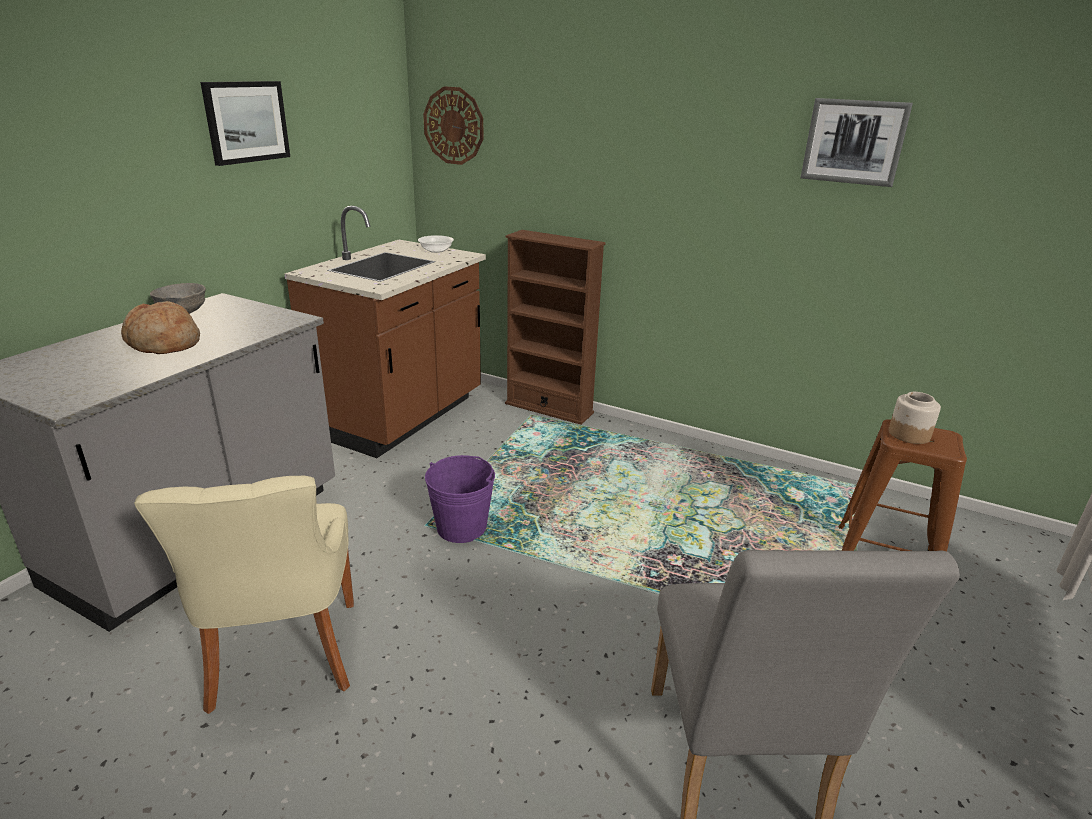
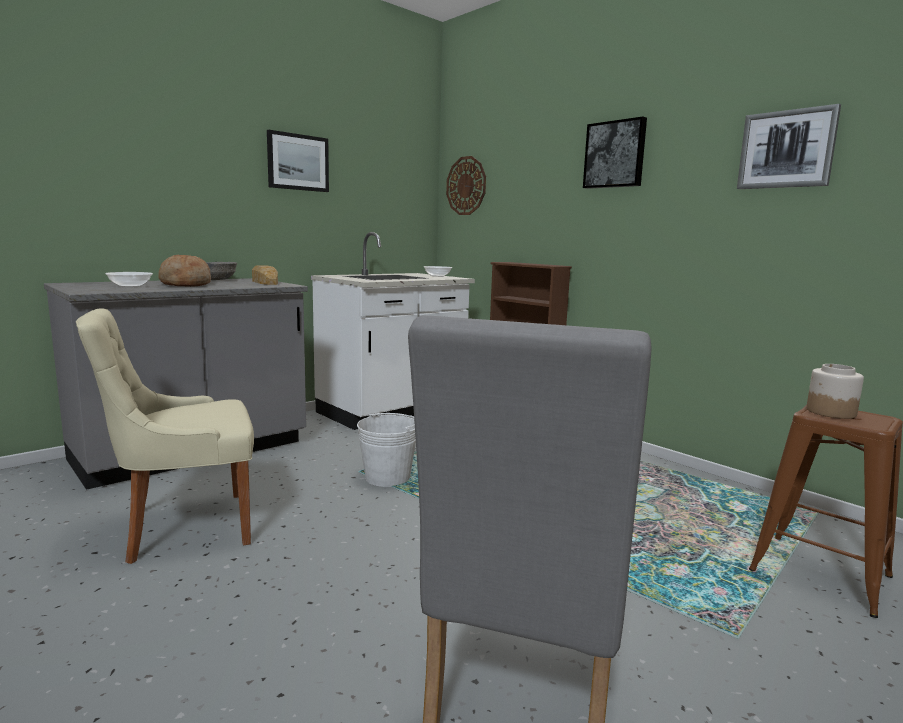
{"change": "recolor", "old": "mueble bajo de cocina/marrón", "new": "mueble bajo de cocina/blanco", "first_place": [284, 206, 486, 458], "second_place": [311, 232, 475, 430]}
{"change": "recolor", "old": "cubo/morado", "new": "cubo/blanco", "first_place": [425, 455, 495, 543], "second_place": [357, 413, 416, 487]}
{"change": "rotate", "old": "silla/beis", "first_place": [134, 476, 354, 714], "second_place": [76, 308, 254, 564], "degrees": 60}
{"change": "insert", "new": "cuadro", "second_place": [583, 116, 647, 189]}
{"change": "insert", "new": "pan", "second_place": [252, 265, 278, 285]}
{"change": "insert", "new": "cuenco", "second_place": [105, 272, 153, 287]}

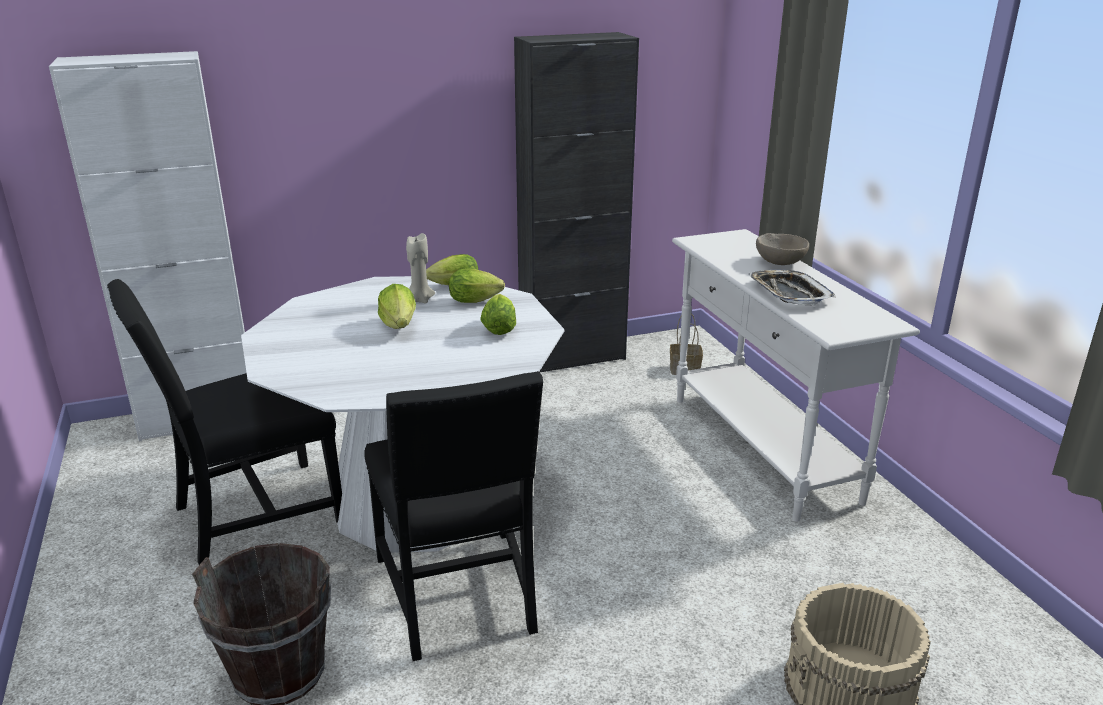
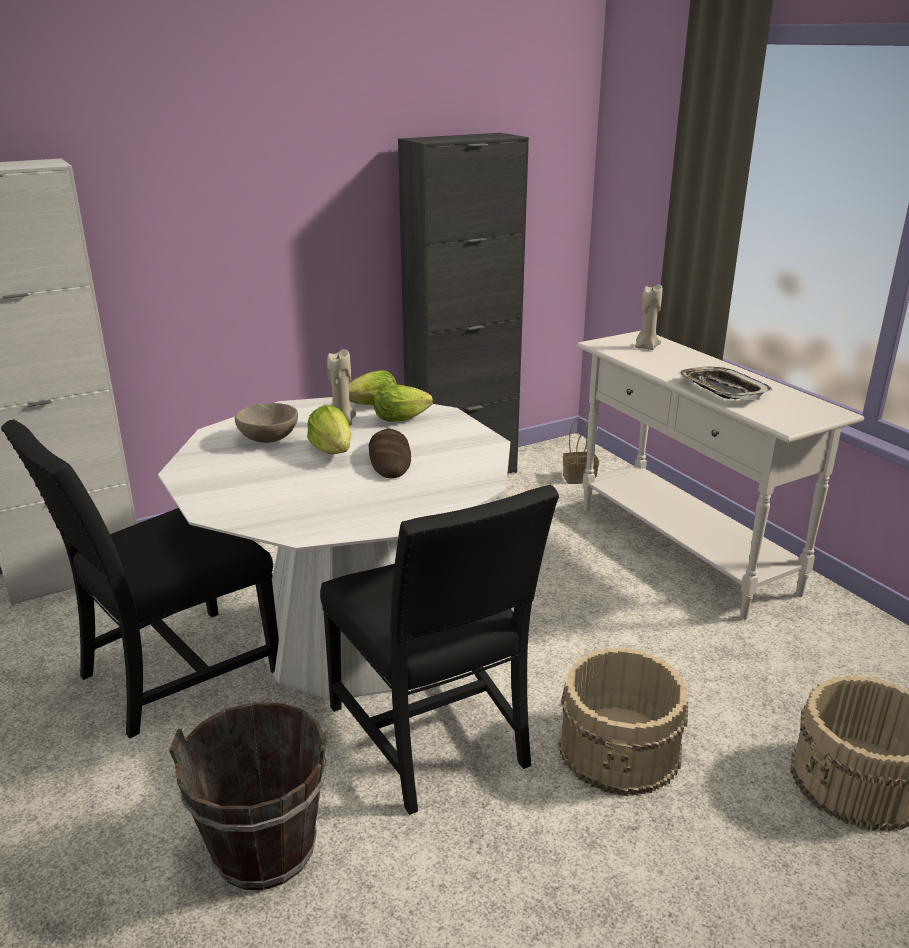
{"change": "move", "old": "cuenco/beis", "first_place": [756, 233, 809, 265], "second_place": [235, 403, 298, 443]}
{"change": "delete", "old": "lechuga", "first_place": [480, 294, 516, 335]}
{"change": "insert", "new": "vela/beis", "second_place": [635, 284, 663, 350]}
{"change": "insert", "new": "pan", "second_place": [369, 429, 411, 478]}
{"change": "insert", "new": "cubo/beis", "second_place": [558, 647, 688, 796]}

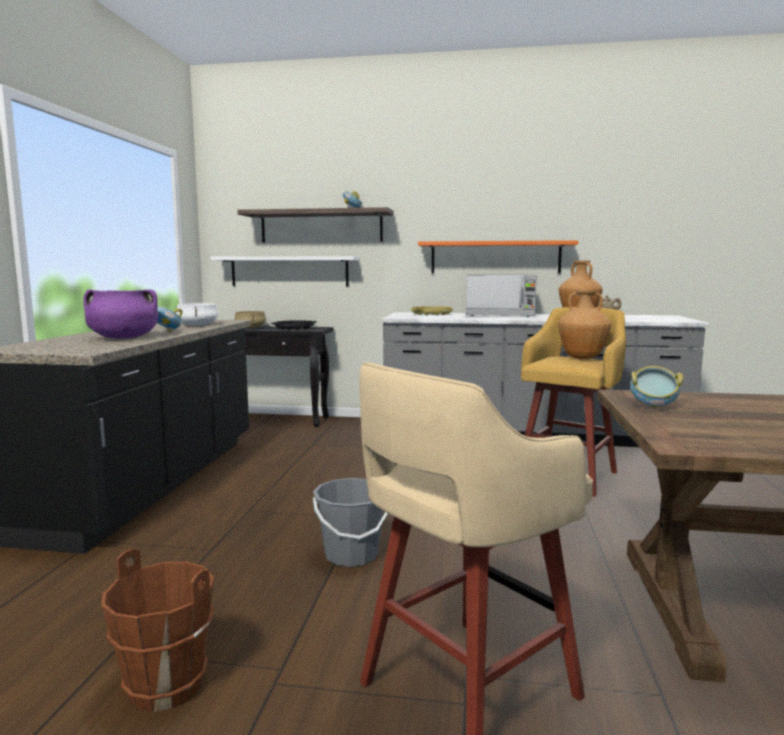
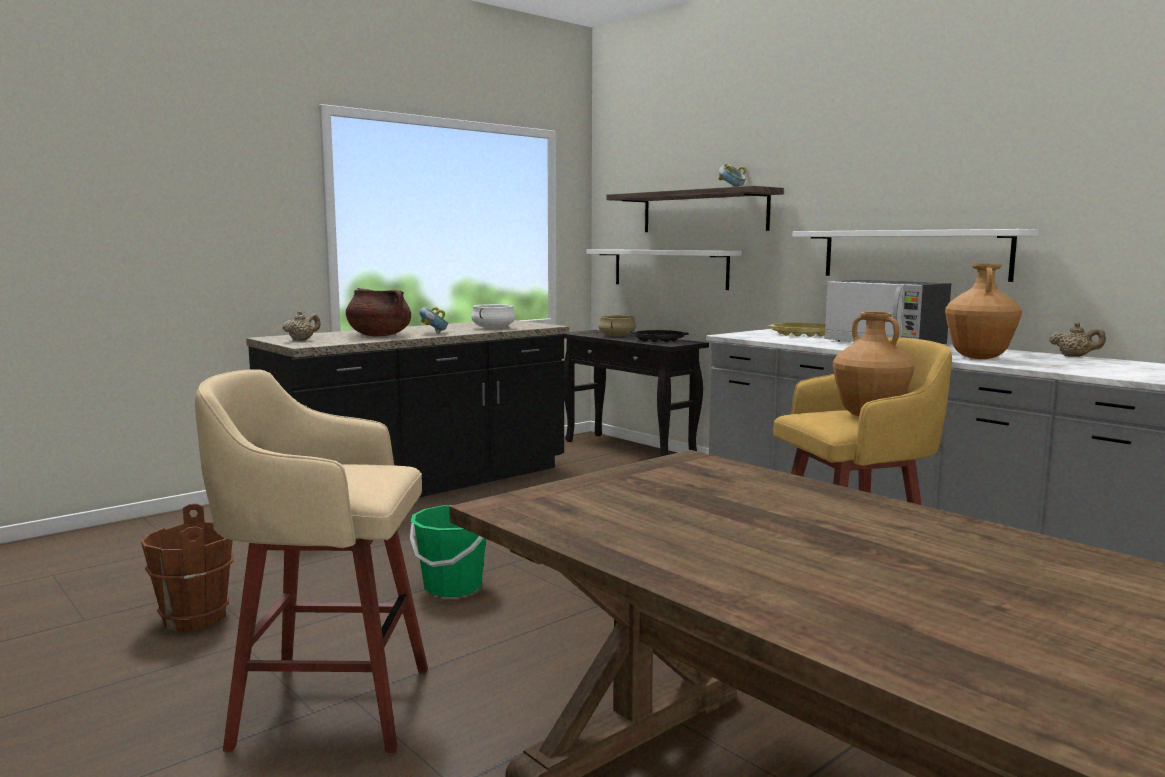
{"change": "recolor", "old": "estante/naranja", "new": "estante/blanco", "first_place": [418, 240, 578, 273], "second_place": [792, 229, 1038, 282]}
{"change": "recolor", "old": "olla/morado", "new": "olla/marrón", "first_place": [83, 289, 158, 339], "second_place": [346, 288, 411, 337]}
{"change": "delete", "old": "cuenco", "first_place": [630, 366, 683, 409]}
{"change": "recolor", "old": "cubo/gris", "new": "cubo/verde", "first_place": [313, 478, 388, 567], "second_place": [410, 505, 486, 597]}
{"change": "insert", "new": "tetera/beis", "second_place": [283, 311, 321, 341]}

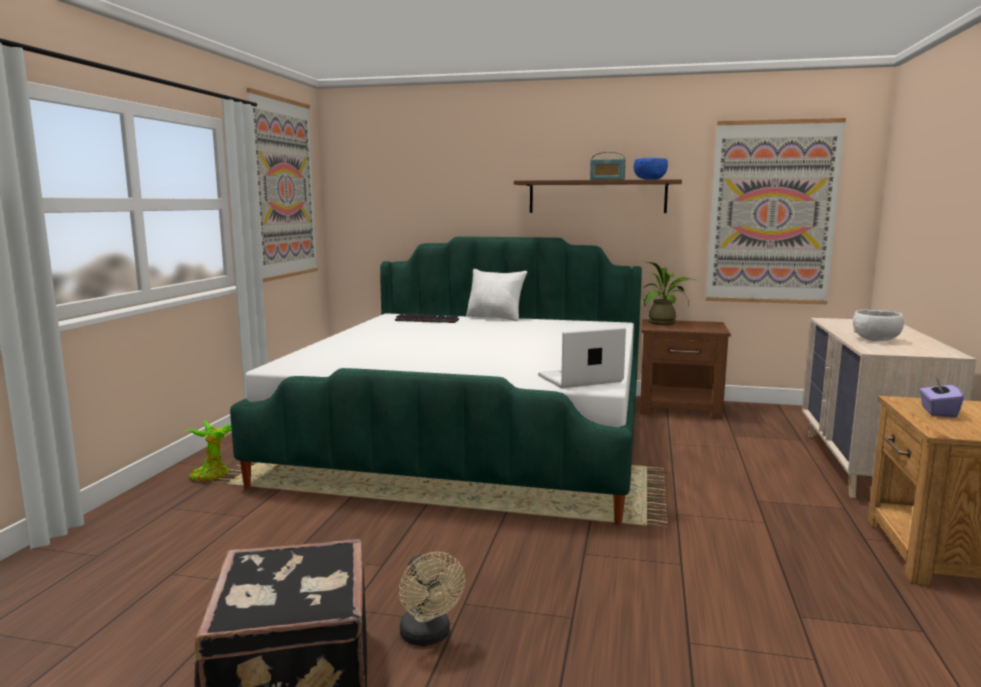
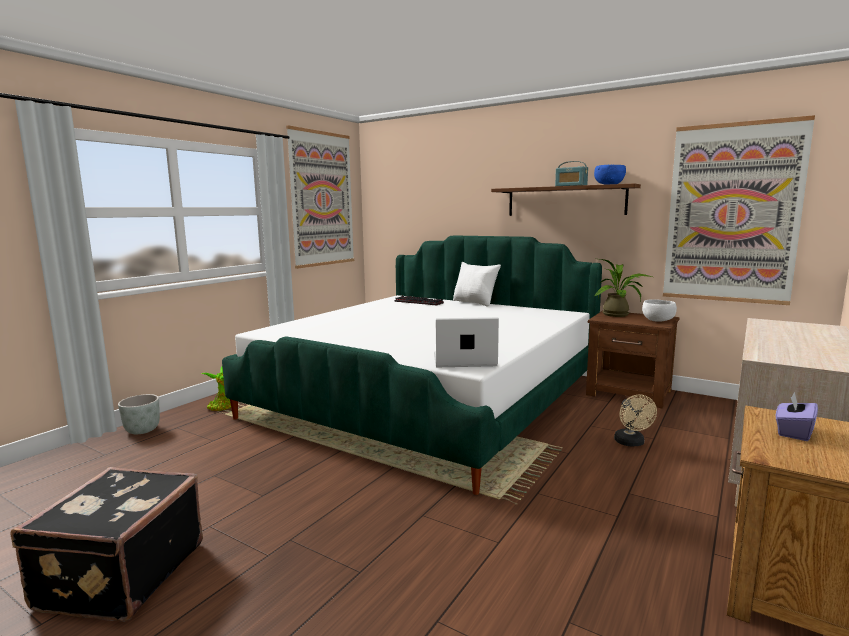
{"change": "move", "old": "cuenco/blanco", "first_place": [853, 310, 904, 341], "second_place": [642, 299, 677, 322]}
{"change": "move", "old": "ventilador/beis", "first_place": [399, 552, 465, 646], "second_place": [614, 394, 657, 446]}
{"change": "insert", "new": "maceta/gris", "second_place": [118, 394, 160, 434]}

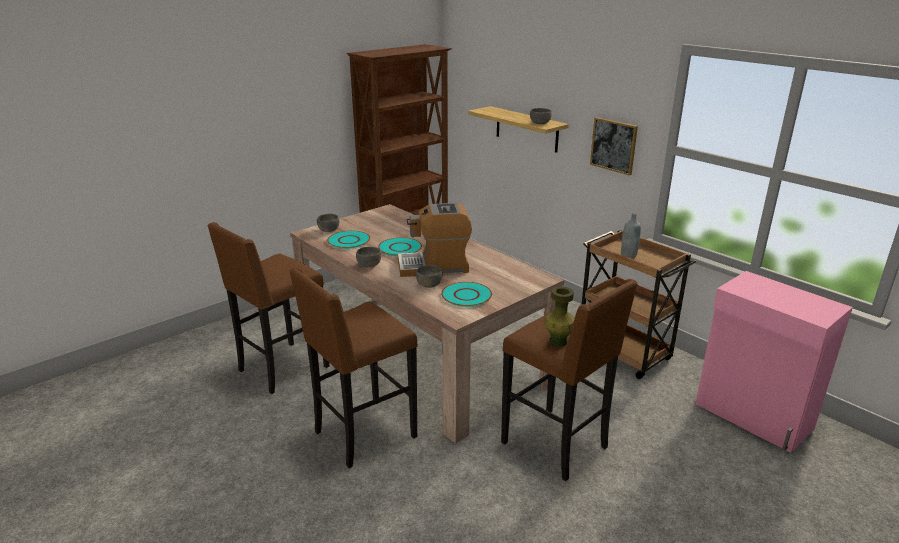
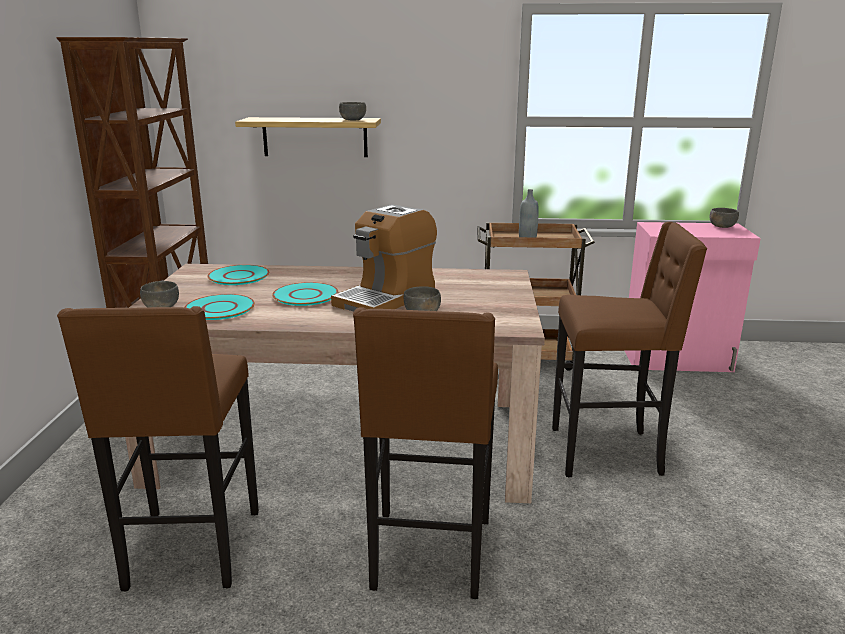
{"change": "delete", "old": "cuadro", "first_place": [590, 117, 638, 175]}
{"change": "move", "old": "cuenco/gris", "first_place": [356, 247, 381, 268], "second_place": [710, 208, 739, 228]}
{"change": "move", "old": "plato/turquesa", "first_place": [441, 282, 492, 307], "second_place": [207, 265, 269, 285]}
{"change": "delete", "old": "florero/verde", "first_place": [544, 286, 575, 347]}

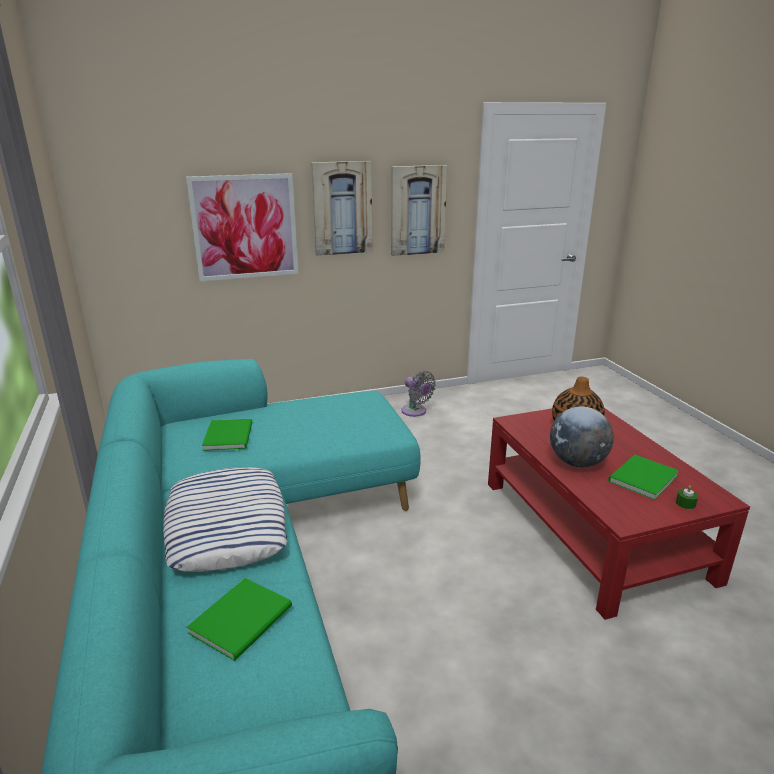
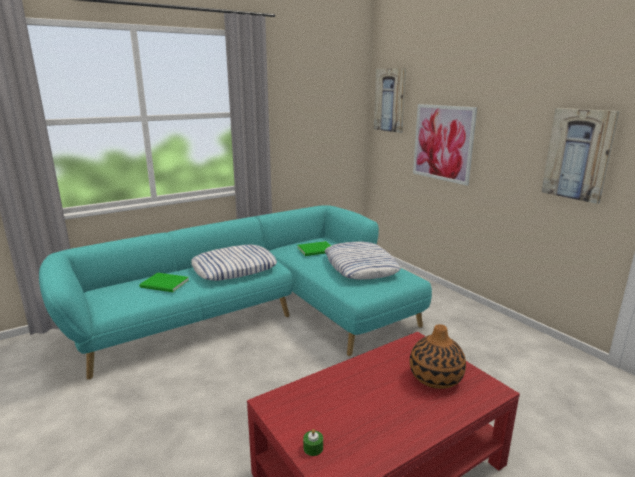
{"change": "move", "old": "cuadro", "first_place": [311, 161, 372, 256], "second_place": [374, 68, 406, 133]}
{"change": "delete", "old": "ventilador/gris", "first_place": [401, 371, 436, 417]}
{"change": "delete", "old": "globo terráqueo", "first_place": [550, 406, 614, 467]}
{"change": "delete", "old": "libro/verde", "first_place": [608, 455, 679, 500]}
{"change": "insert", "new": "cojín", "second_place": [325, 241, 401, 280]}

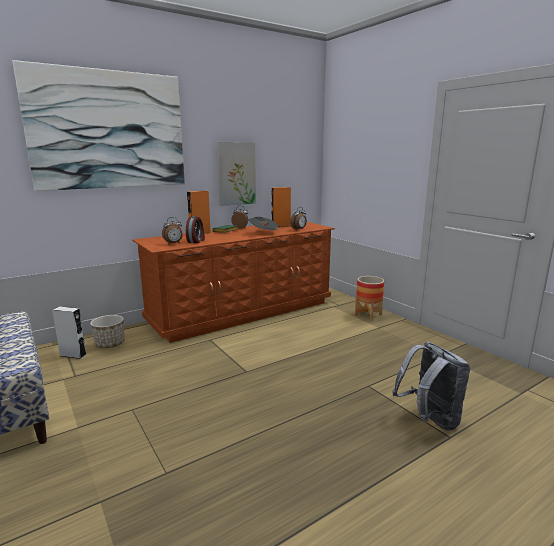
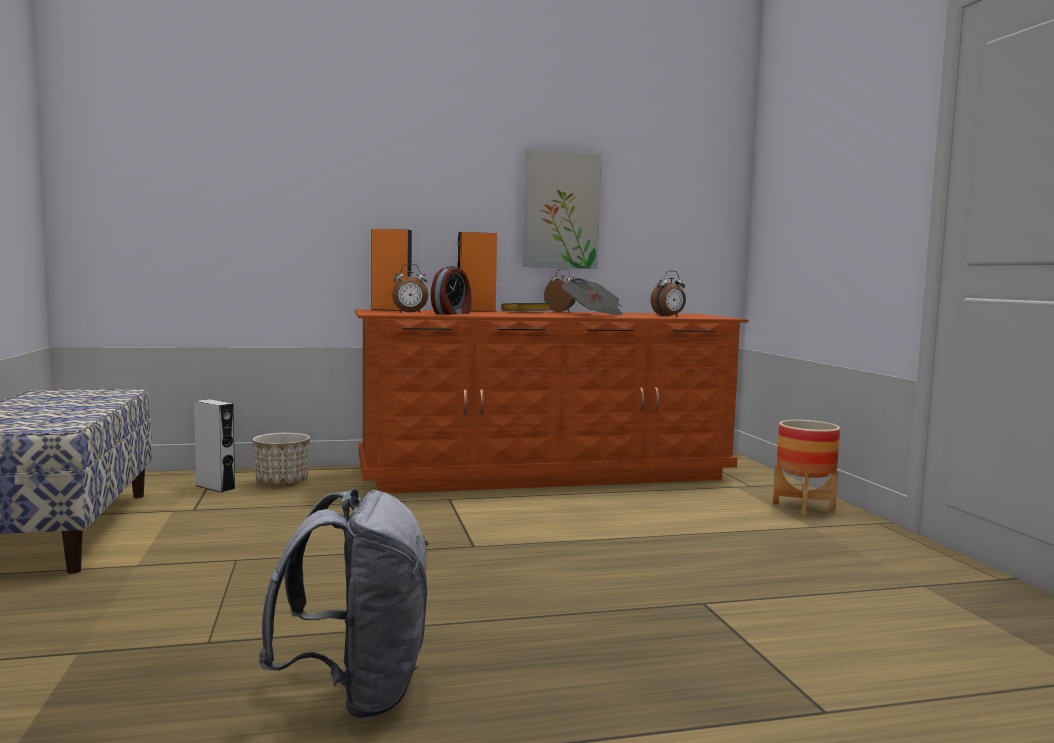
{"change": "delete", "old": "cuadro", "first_place": [13, 60, 185, 191]}
{"change": "move", "old": "altavoz/naranja", "first_place": [271, 187, 291, 227], "second_place": [371, 229, 412, 311]}
{"change": "move", "old": "mochila/gris", "first_place": [392, 342, 470, 431], "second_place": [258, 489, 429, 719]}

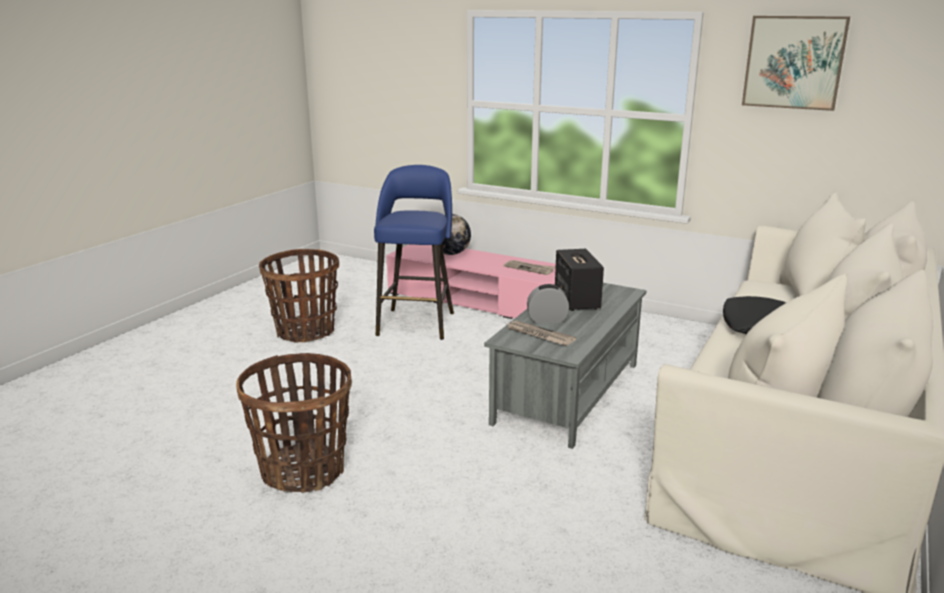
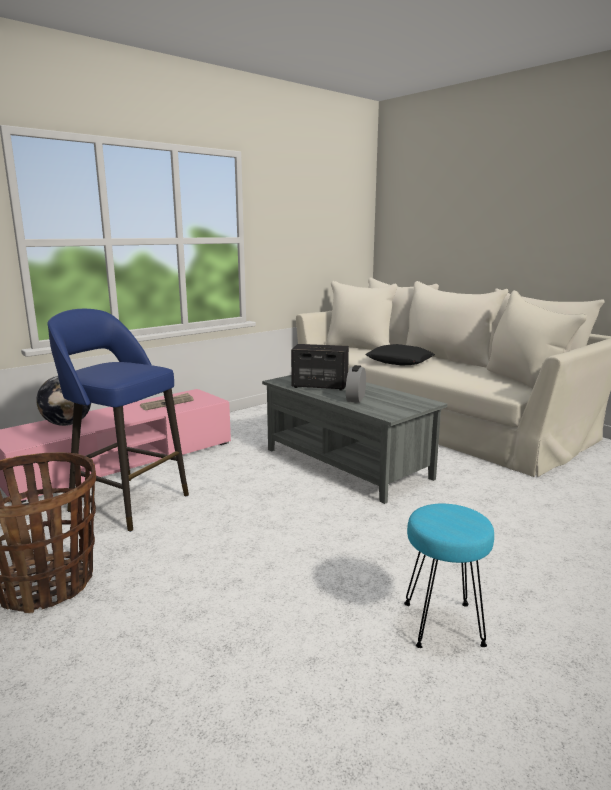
{"change": "delete", "old": "cuadro", "first_place": [742, 16, 850, 111]}
{"change": "delete", "old": "periódico", "first_place": [507, 320, 576, 346]}
{"change": "replace", "old": "cesta", "new": "taburete/turquesa", "first_place": [236, 353, 352, 493], "second_place": [404, 504, 494, 648]}

